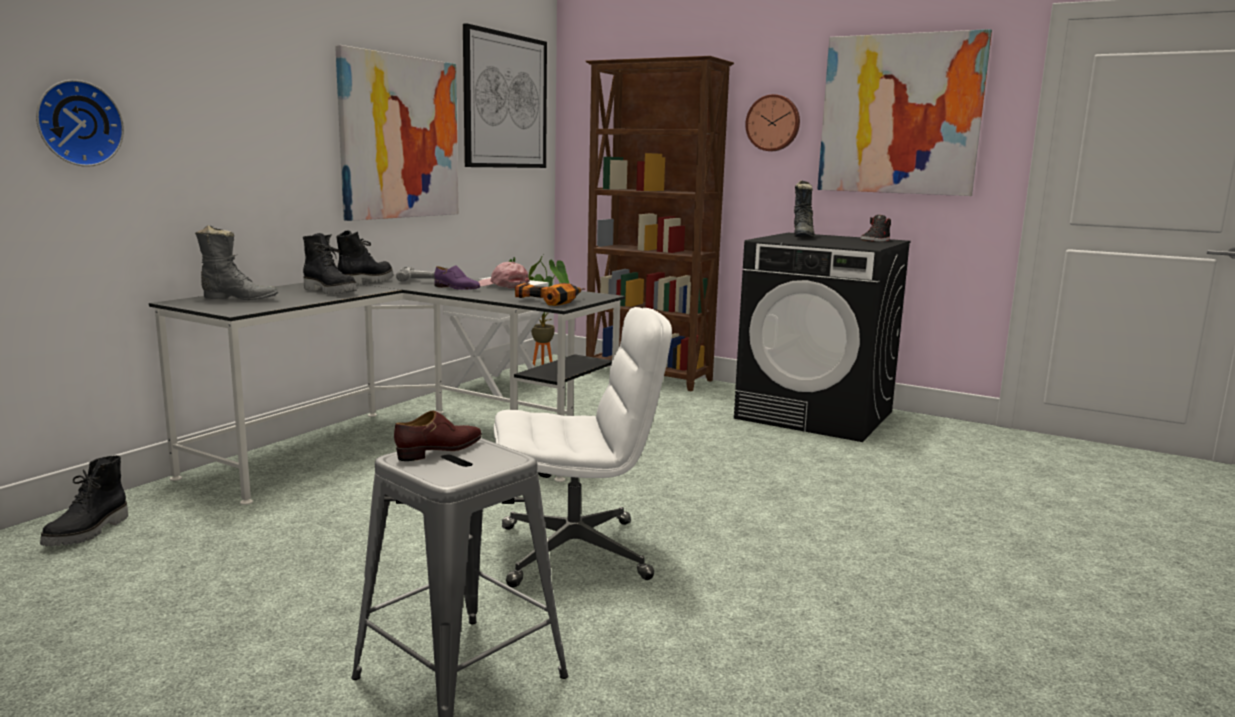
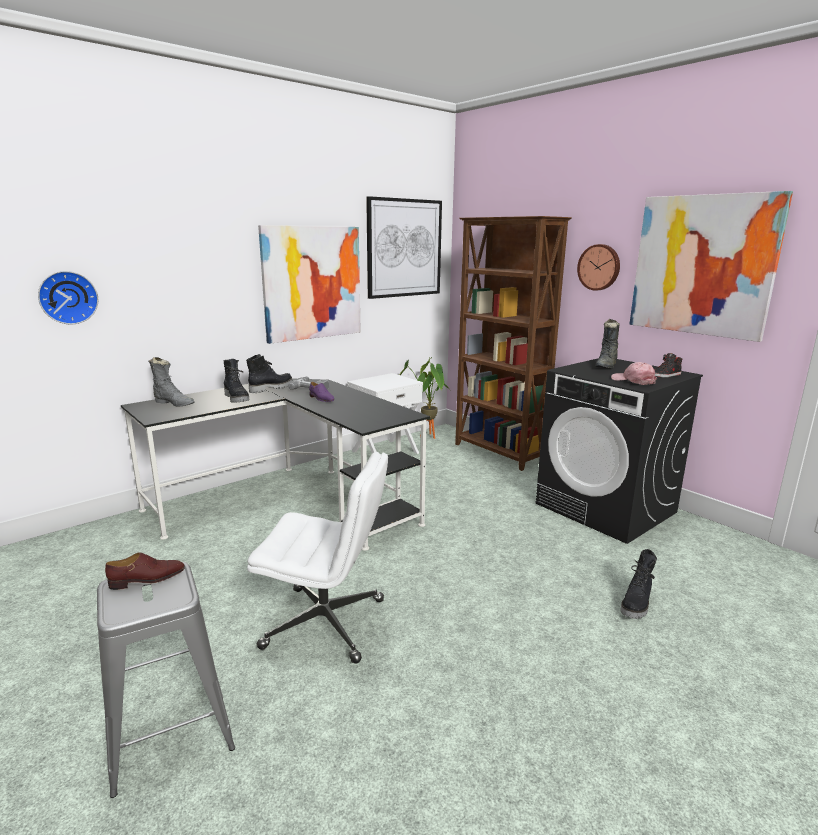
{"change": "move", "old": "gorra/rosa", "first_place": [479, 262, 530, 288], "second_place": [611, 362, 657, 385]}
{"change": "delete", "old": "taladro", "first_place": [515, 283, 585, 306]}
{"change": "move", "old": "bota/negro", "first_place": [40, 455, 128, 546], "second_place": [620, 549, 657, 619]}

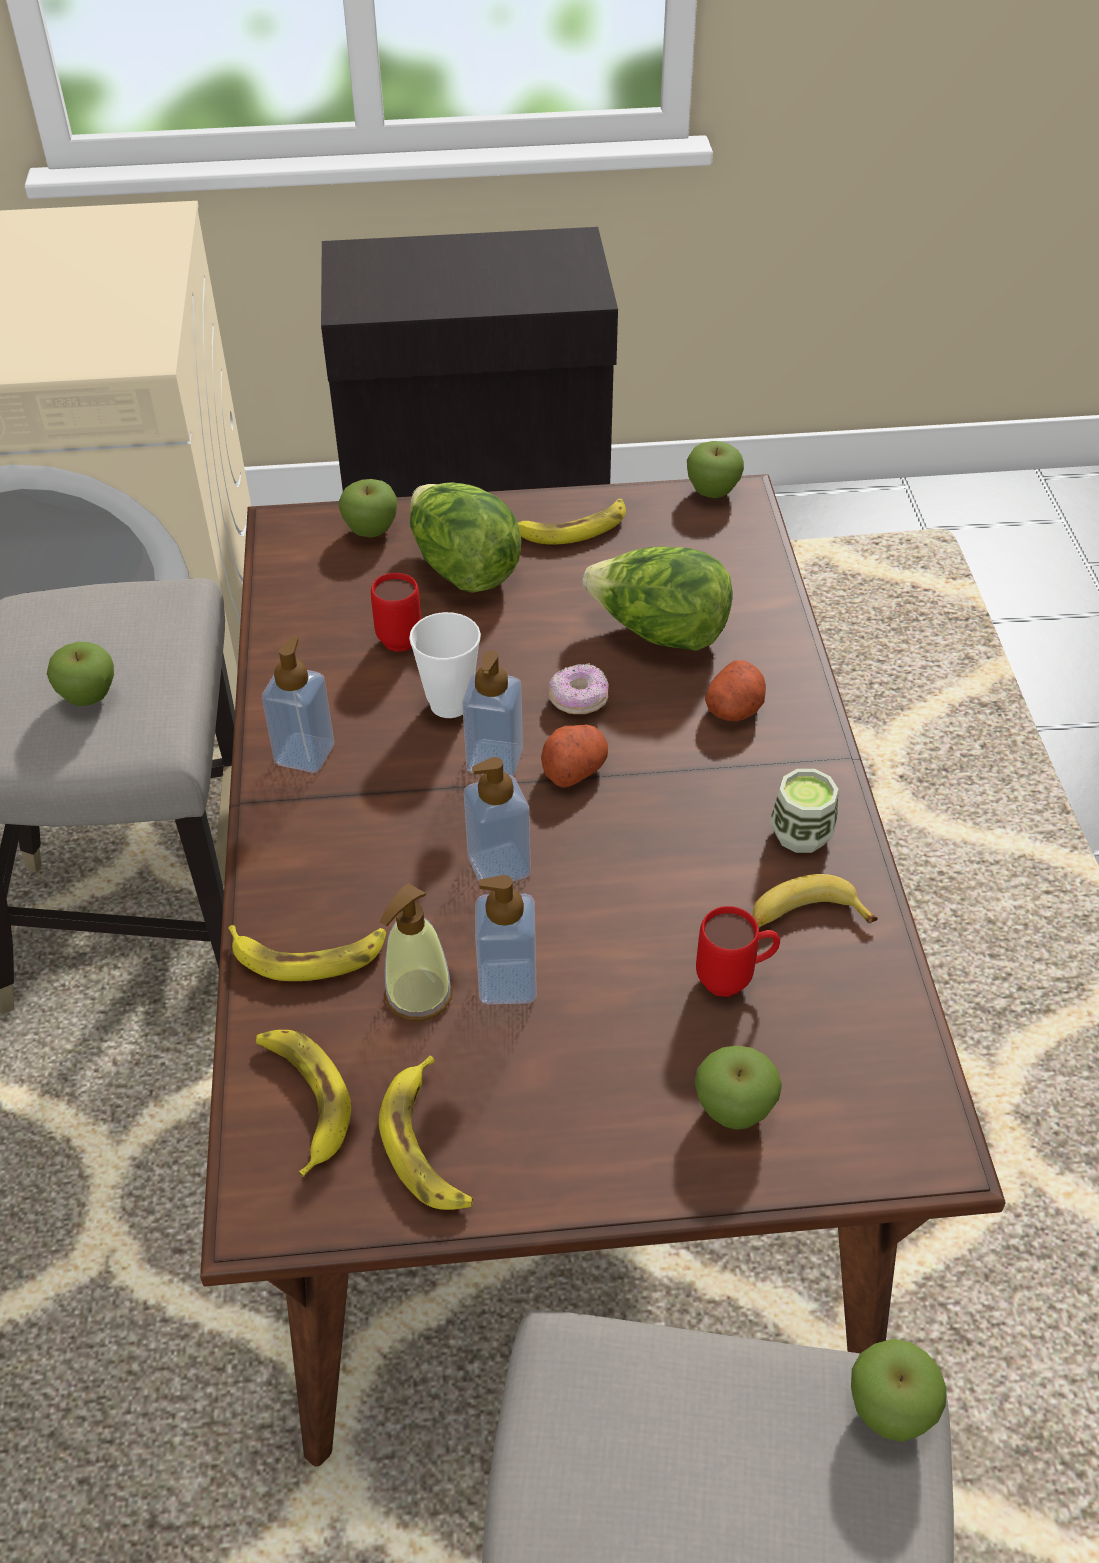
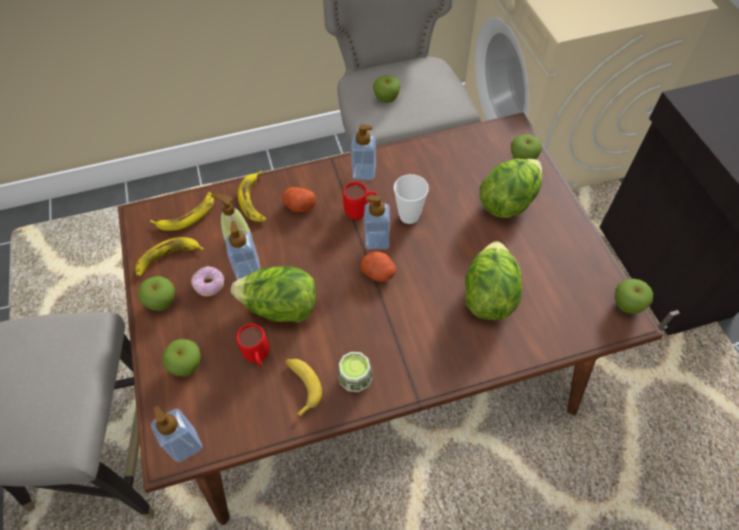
{"change": "delete", "old": "plátano", "first_place": [518, 499, 626, 545]}
{"change": "move", "old": "taza grande/rojo", "first_place": [371, 573, 421, 652], "second_place": [343, 182, 377, 220]}
{"change": "move", "old": "patata", "first_place": [705, 660, 766, 721], "second_place": [282, 187, 316, 212]}
{"change": "move", "old": "rosquilla", "first_place": [549, 663, 609, 714], "second_place": [191, 266, 224, 296]}
{"change": "move", "old": "dispensador de jabón", "first_place": [464, 757, 531, 881], "second_place": [151, 406, 202, 463]}
{"change": "move", "old": "manzana", "first_place": [851, 1339, 947, 1442], "second_place": [137, 276, 175, 311]}
{"change": "insert", "new": "lechuga", "second_place": [231, 266, 316, 322]}

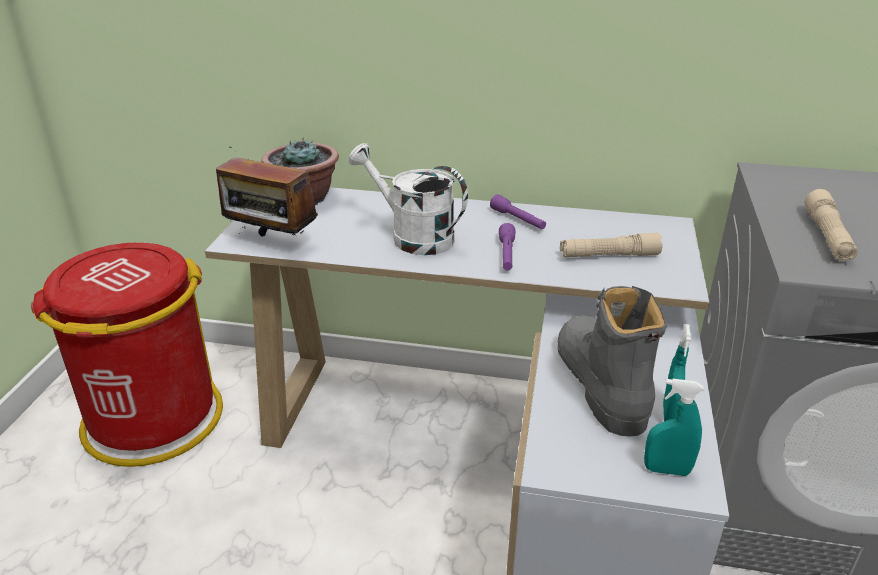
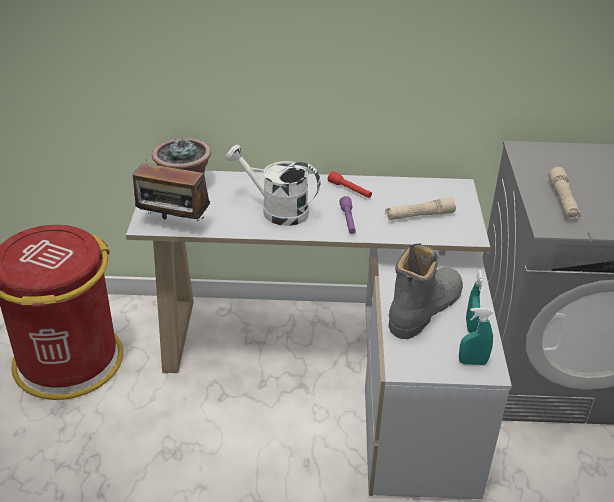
{"change": "recolor", "old": "linterna/morado", "new": "linterna/rojo", "first_place": [490, 194, 546, 230], "second_place": [328, 171, 372, 198]}
{"change": "rotate", "old": "bota/gris", "first_place": [558, 286, 667, 436], "second_place": [388, 243, 463, 339], "degrees": 60}

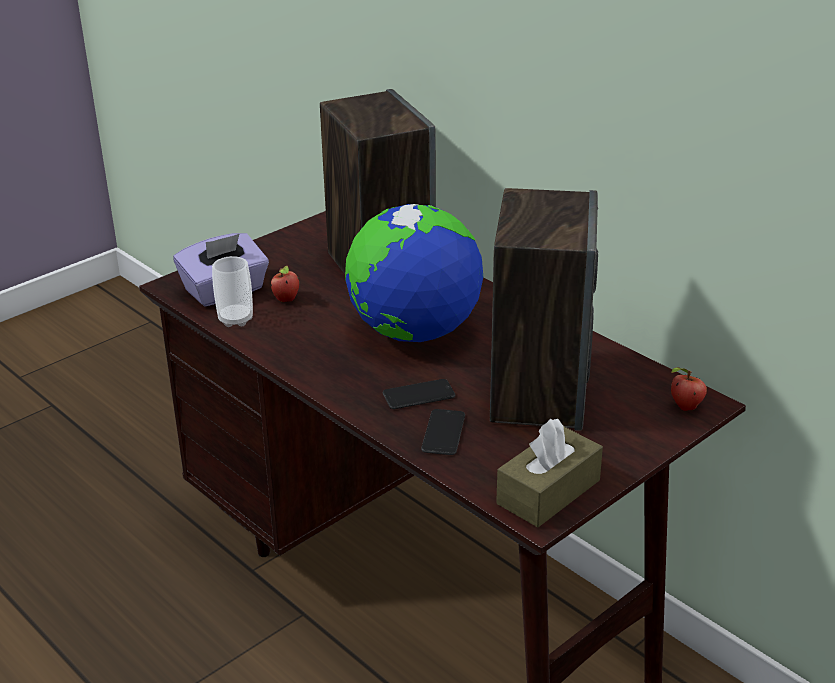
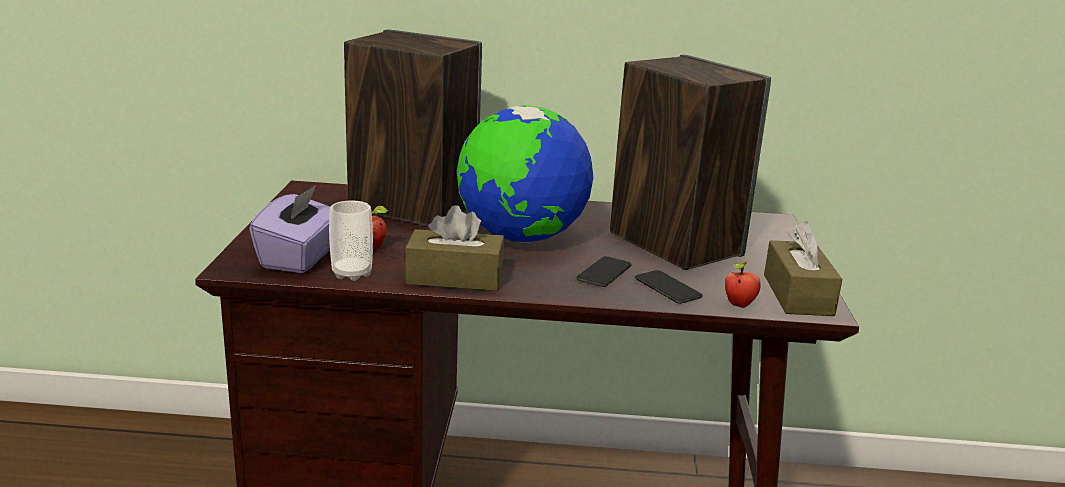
{"change": "move", "old": "manzana", "first_place": [671, 367, 707, 411], "second_place": [725, 262, 761, 308]}
{"change": "insert", "new": "caja de pañuelos/marrón", "second_place": [405, 205, 504, 291]}

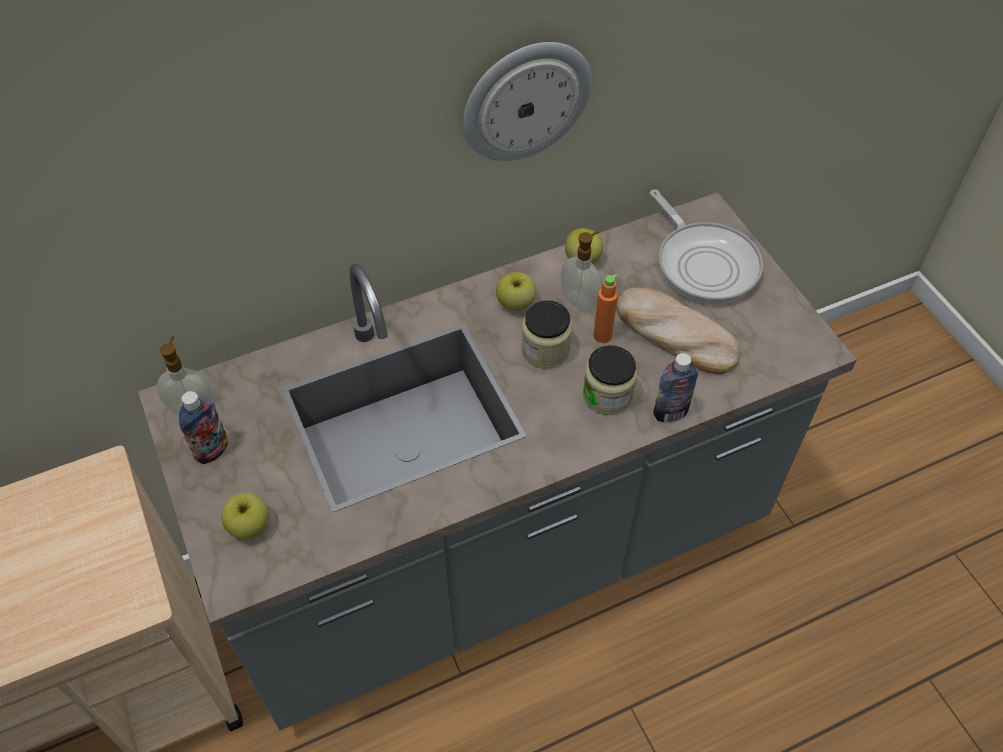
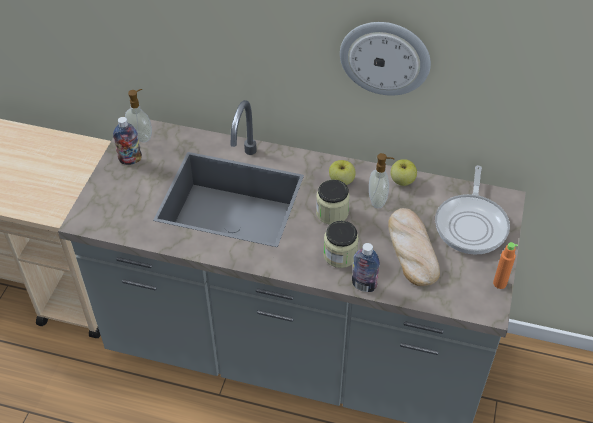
{"change": "move", "old": "botella/naranja", "first_place": [593, 274, 618, 343], "second_place": [493, 242, 518, 289]}
{"change": "delete", "old": "manzana", "first_place": [221, 492, 269, 540]}

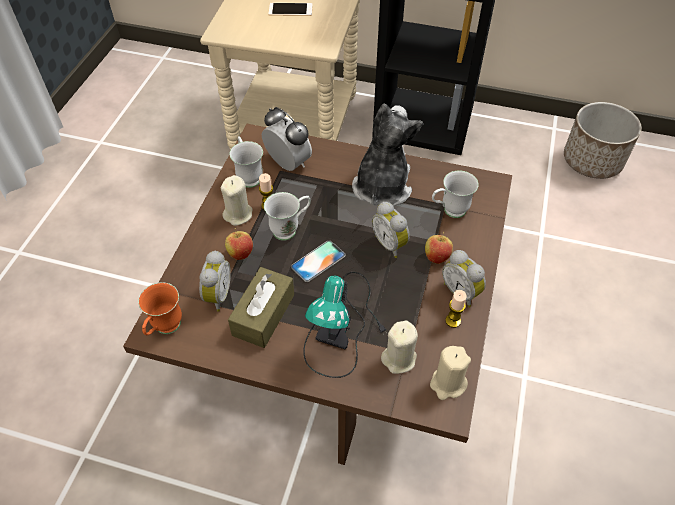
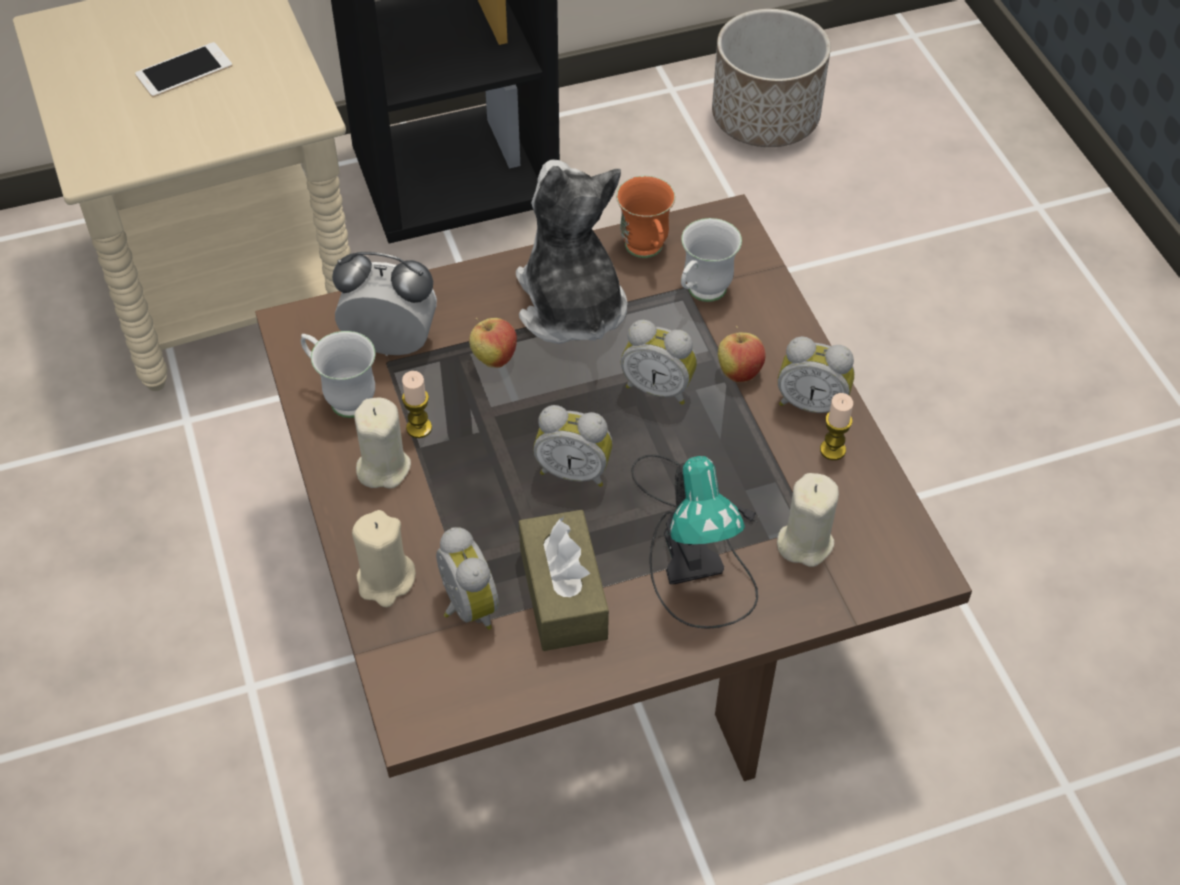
{"change": "delete", "old": "taza grande/blanco", "first_place": [264, 192, 311, 241]}
{"change": "move", "old": "manzana", "first_place": [225, 228, 253, 260], "second_place": [469, 318, 517, 368]}
{"change": "replace", "old": "móvil", "new": "despertador", "first_place": [291, 241, 346, 282], "second_place": [533, 405, 613, 487]}
{"change": "move", "old": "taza grande/naranja", "first_place": [138, 282, 182, 335], "second_place": [616, 176, 675, 258]}
{"change": "move", "old": "vela/beis", "first_place": [430, 346, 471, 400], "second_place": [352, 510, 416, 607]}

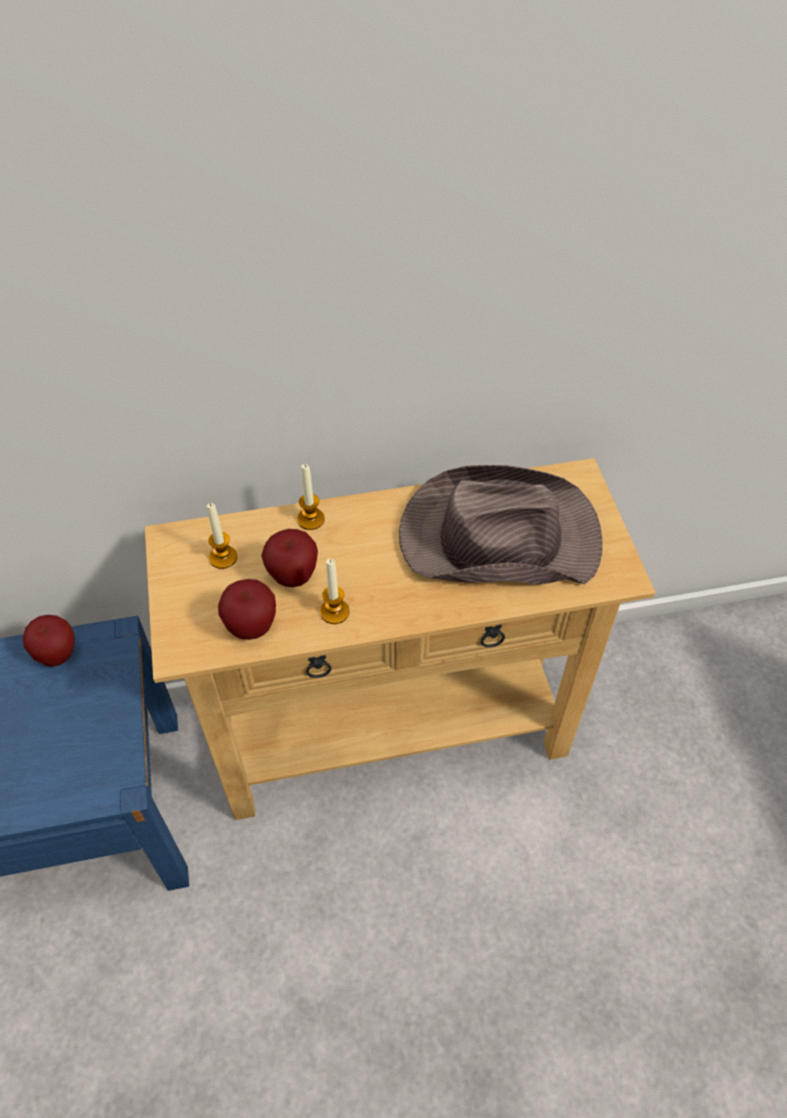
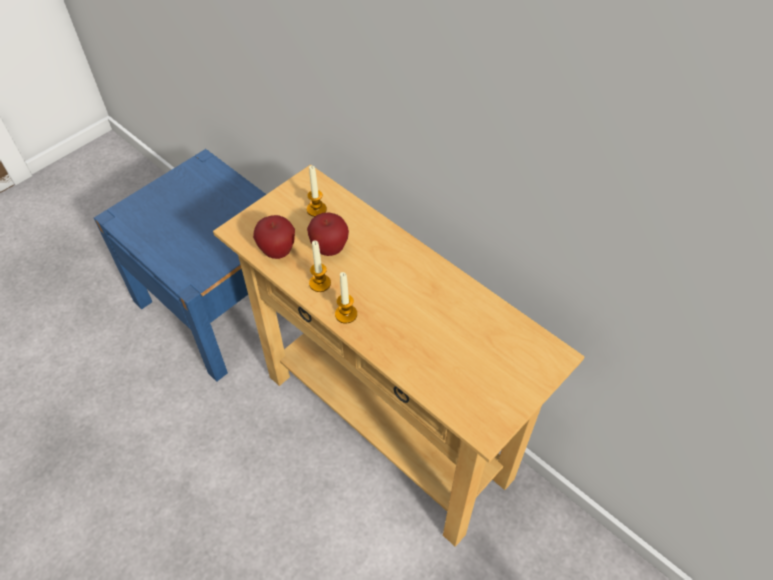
{"change": "move", "old": "vela", "first_place": [297, 464, 325, 530], "second_place": [335, 272, 357, 323]}
{"change": "delete", "old": "sombrero/marrón", "first_place": [399, 465, 603, 584]}
{"change": "delete", "old": "manzana", "first_place": [23, 615, 75, 667]}

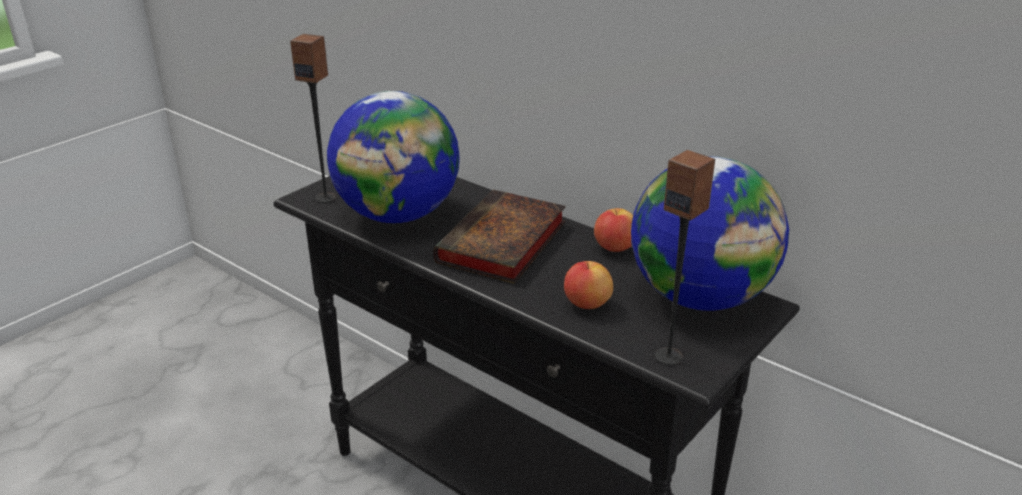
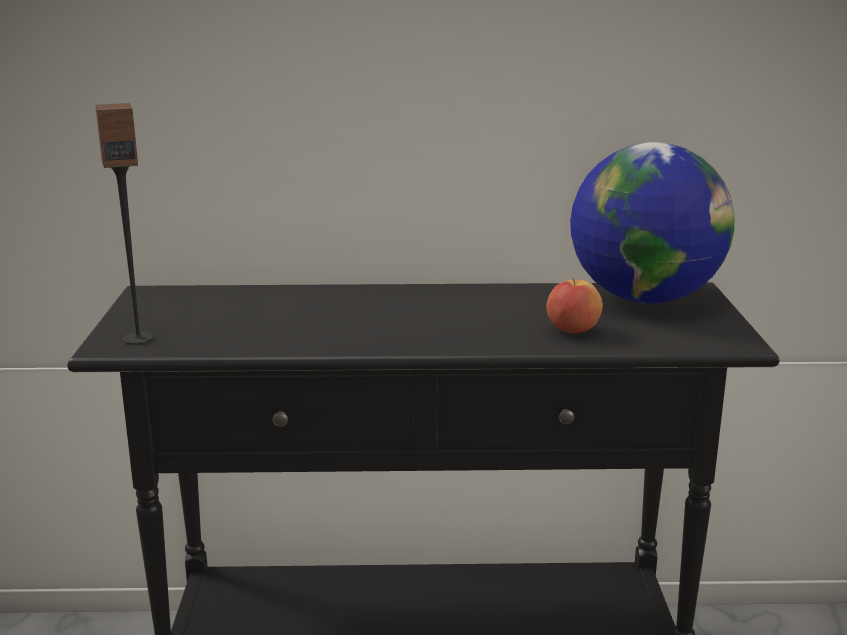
{"change": "delete", "old": "globo terráqueo", "first_place": [327, 91, 460, 223]}
{"change": "delete", "old": "altavoz", "first_place": [655, 150, 715, 366]}
{"change": "delete", "old": "libro", "first_place": [433, 189, 566, 284]}
{"change": "delete", "old": "manzana", "first_place": [594, 208, 633, 252]}

